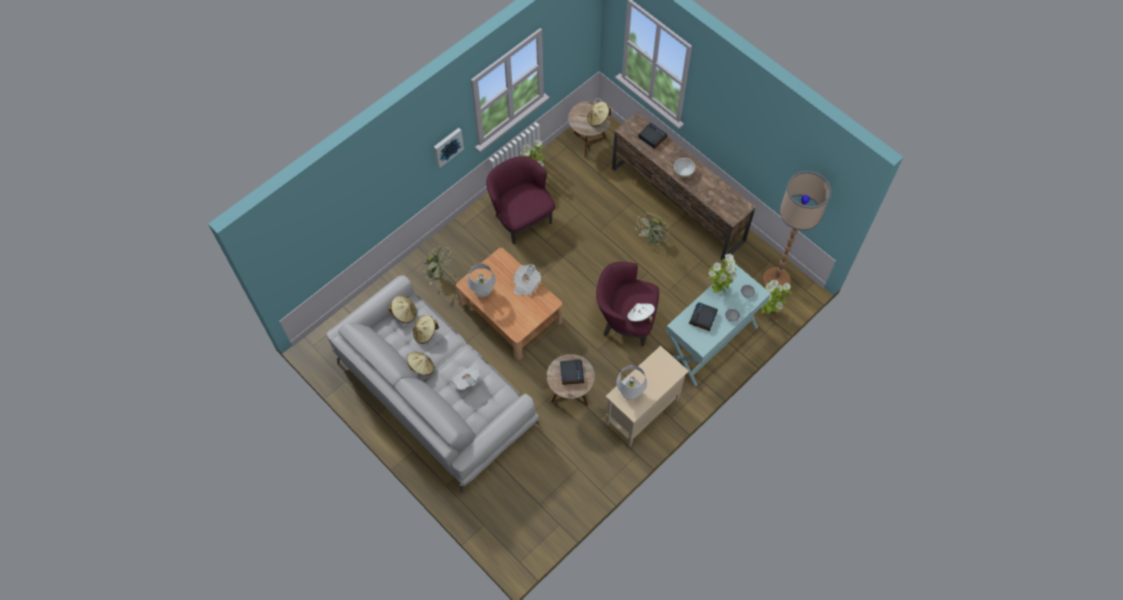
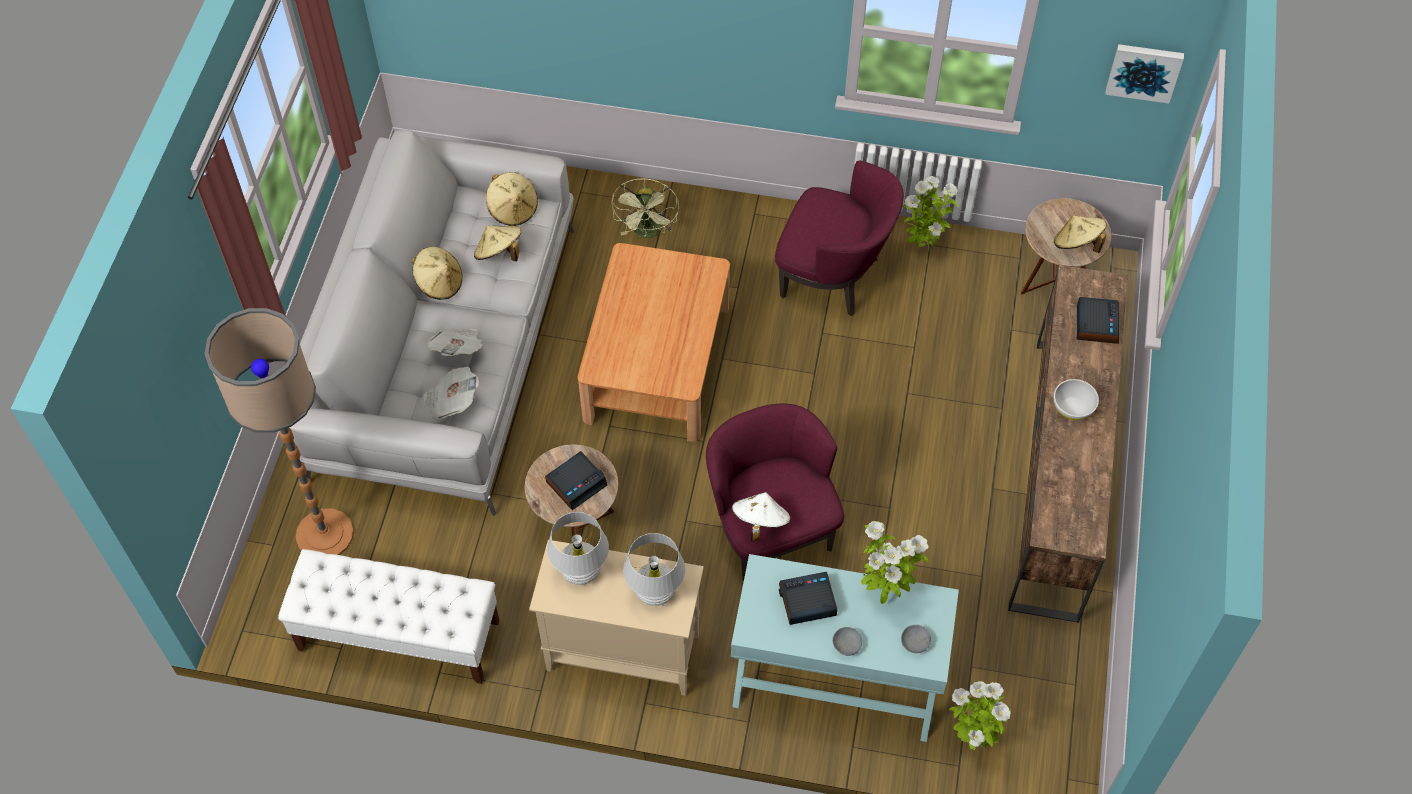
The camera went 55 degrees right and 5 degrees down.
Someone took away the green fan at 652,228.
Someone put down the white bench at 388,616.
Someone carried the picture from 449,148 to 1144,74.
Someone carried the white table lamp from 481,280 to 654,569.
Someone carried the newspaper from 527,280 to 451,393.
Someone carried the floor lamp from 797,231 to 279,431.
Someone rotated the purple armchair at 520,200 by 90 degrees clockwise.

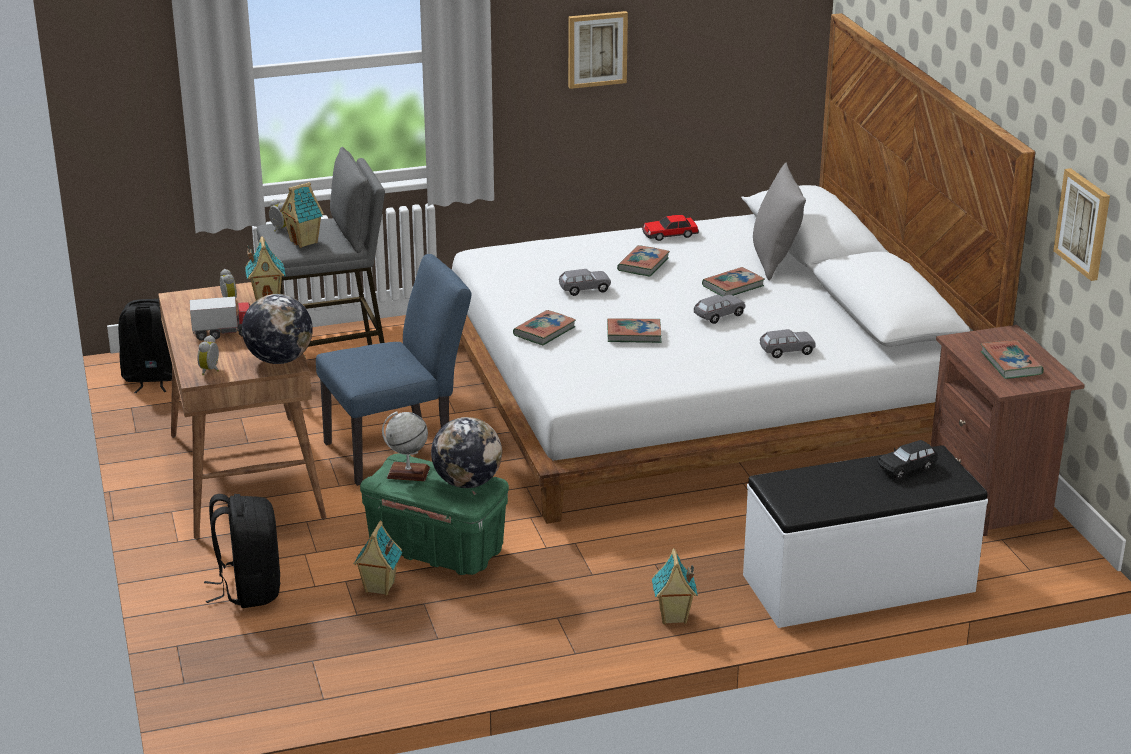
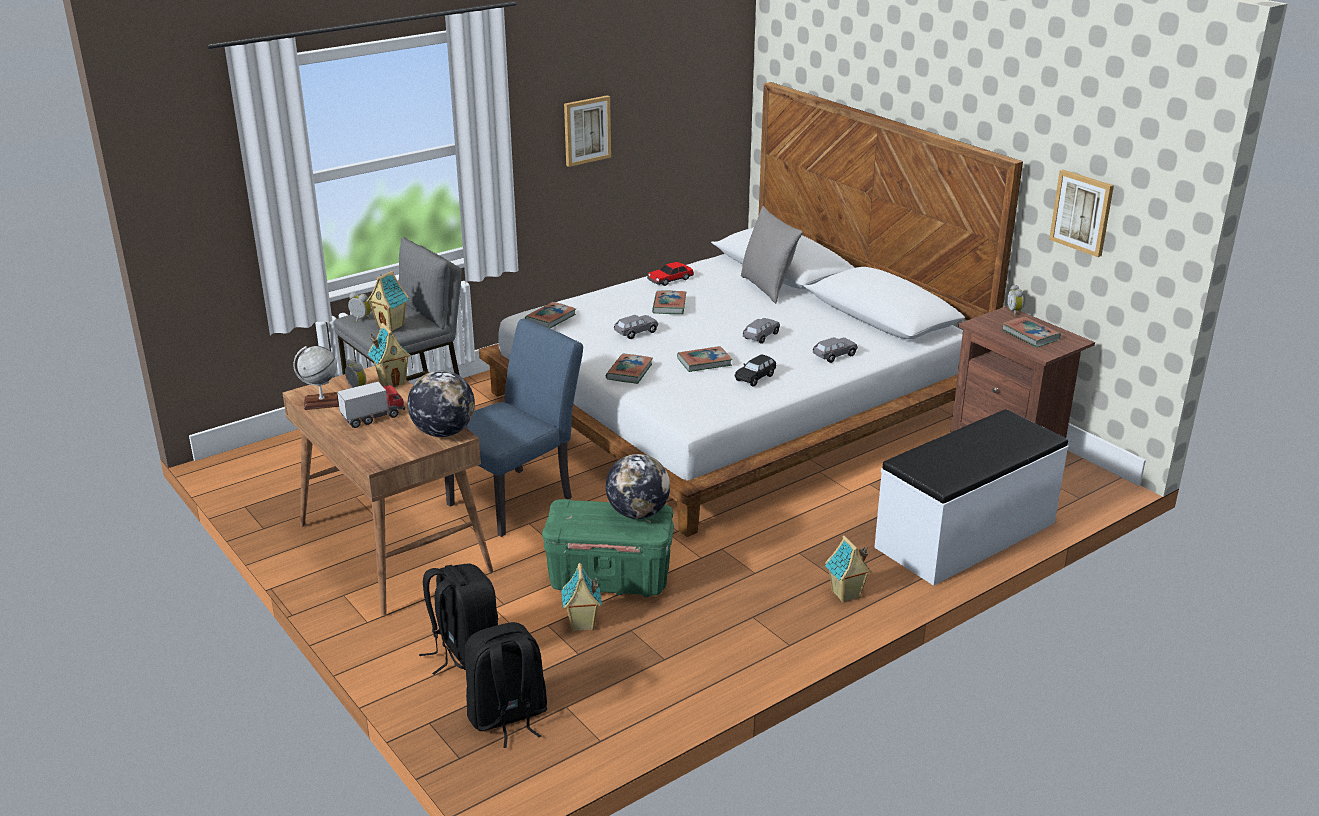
The camera went 20 degrees left and 0 degrees up.
Someone carried the black backpack from 145,346 to 506,685.
Someone carried the alarm clock from 208,355 to 1015,300.
Someone carried the globe from 406,446 to 316,378.
Someone carried the book from 733,281 to 550,315.
Someone carried the black toy car from 908,460 to 755,370.

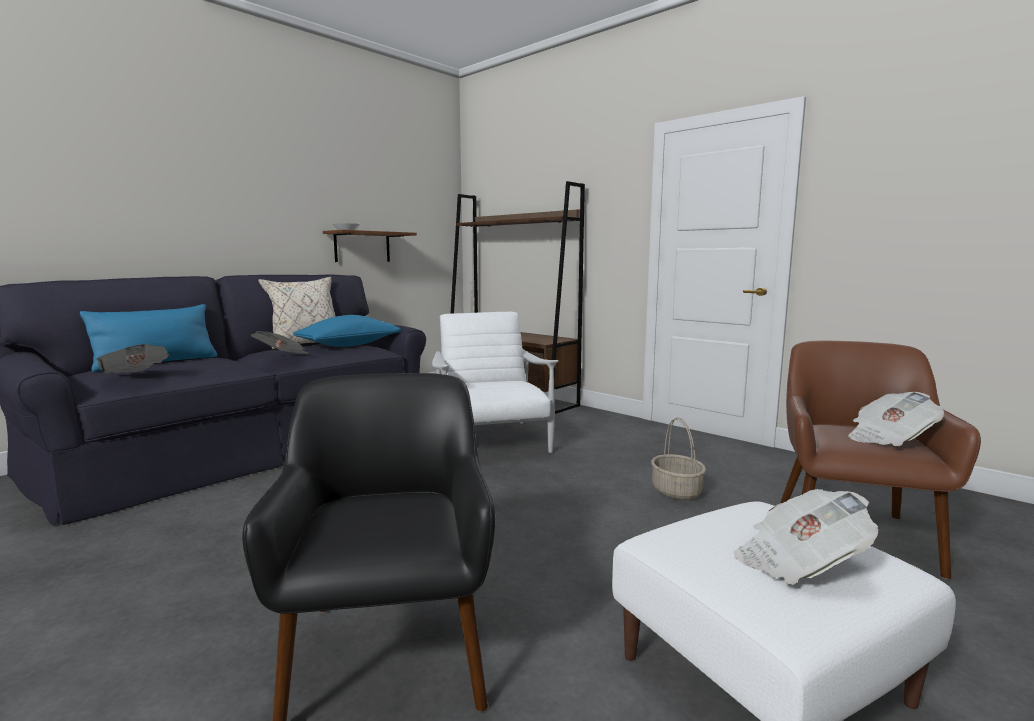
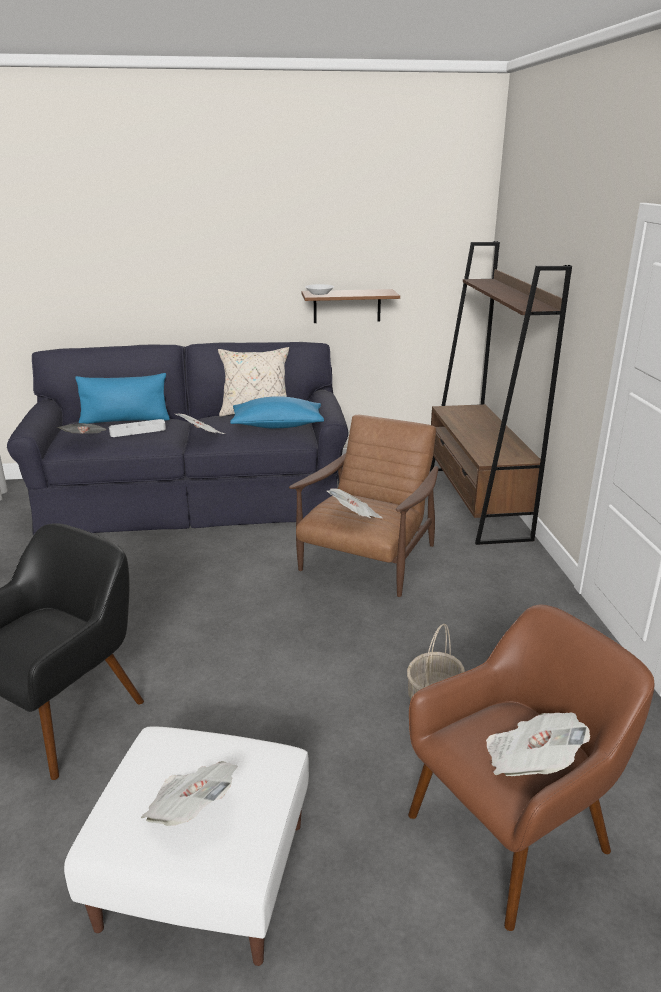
The camera went 40 degrees right and 15 degrees up.
Someone put down the grey tray at 137,428.
Someone put down the newspaper at 355,503.
Someone repainted the white armchair at 495,382, which became the brown armchair at 363,506.

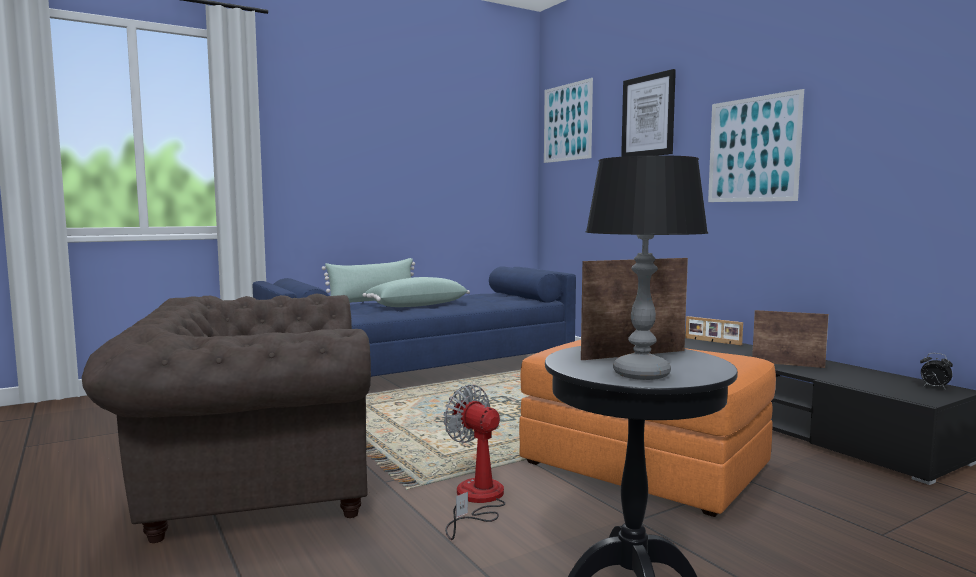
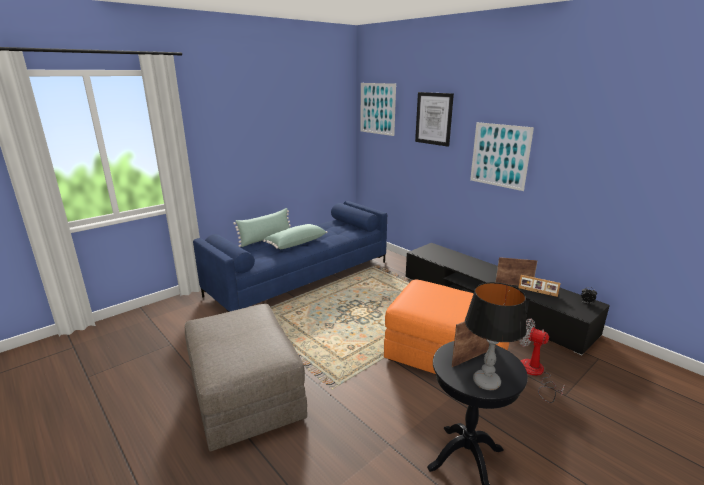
The camera went 10 degrees left and 15 degrees up.
Someone carried the fan from 475,462 to 542,360.
Someone carried the picture frame from 714,331 to 540,286.
Someone swapped the brown armchair at 226,418 for the grey ottoman at 246,378.

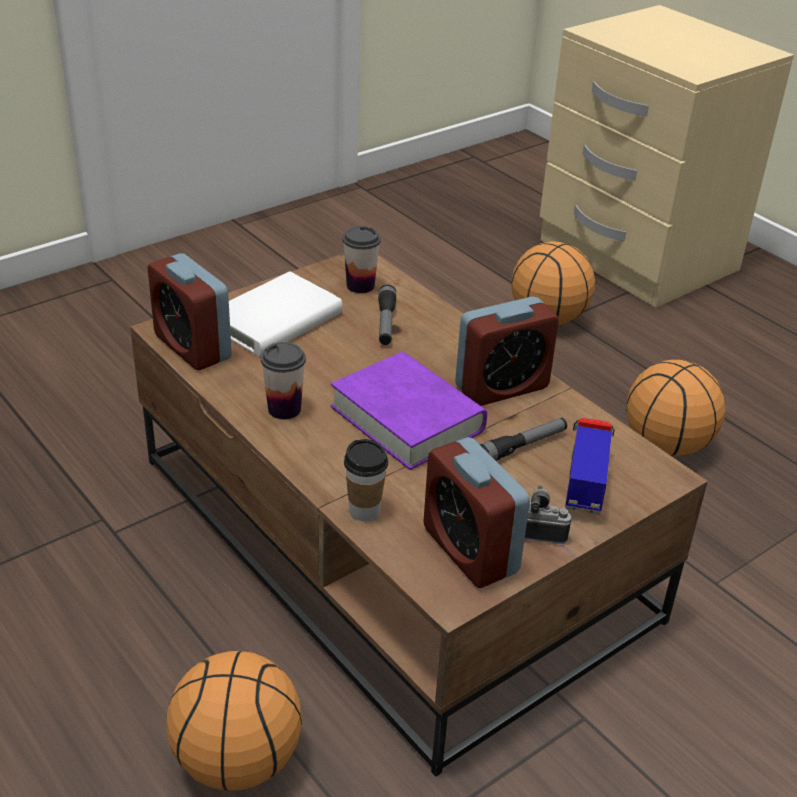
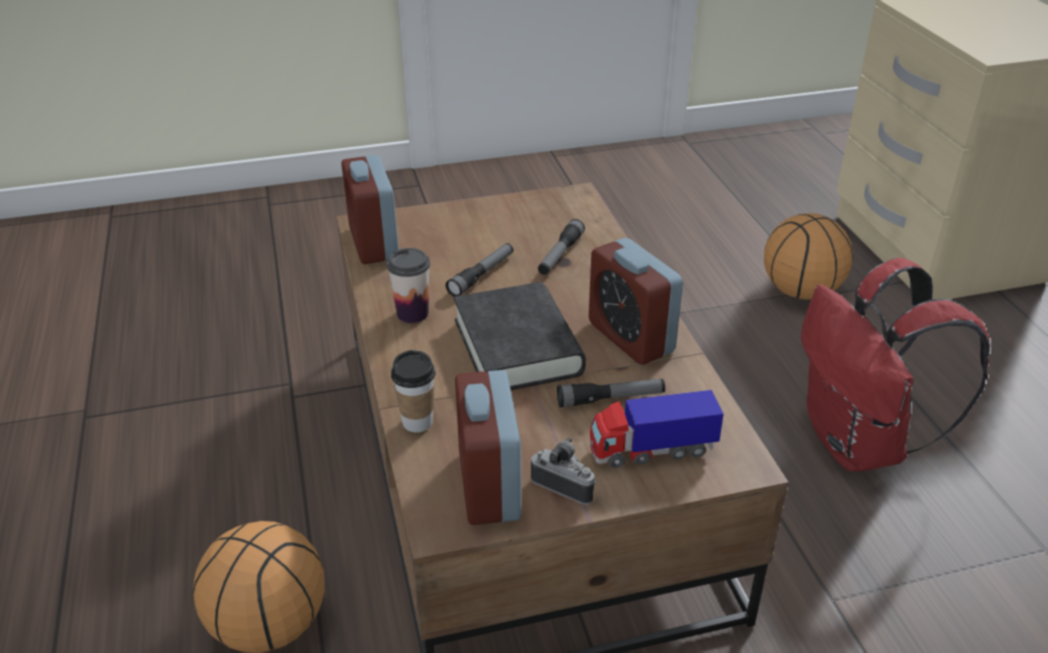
The camera went 25 degrees right and 0 degrees up.
Someone took away the white book at 286,314.
Someone took away the cup at 362,259.
Someone put down the flashlight at 479,270.
Someone swapped the basketball at 675,408 for the red backpack at 895,365.
Someone repainted the purple book at 409,411, which became the black book at 520,336.
Someone rotated the alarm clock at 507,351 by 60 degrees clockwise.
Someone rotated the toy truck at 590,466 by 135 degrees counterclockwise.

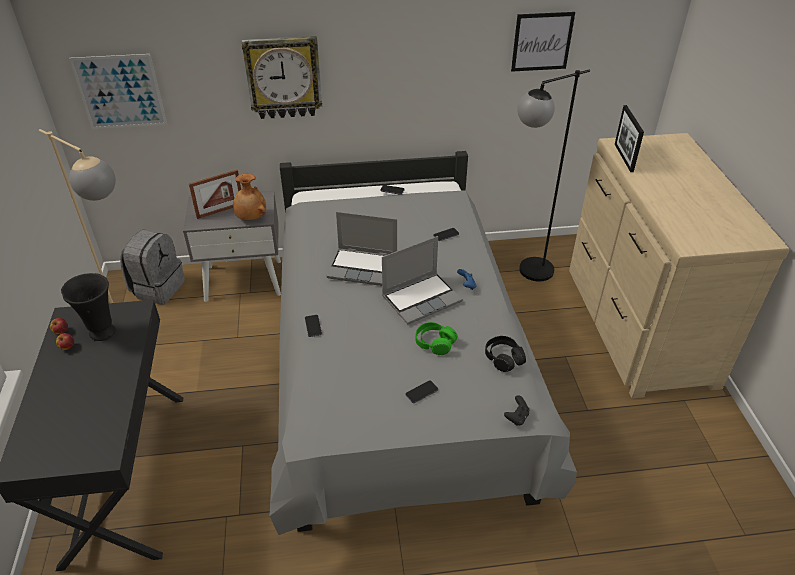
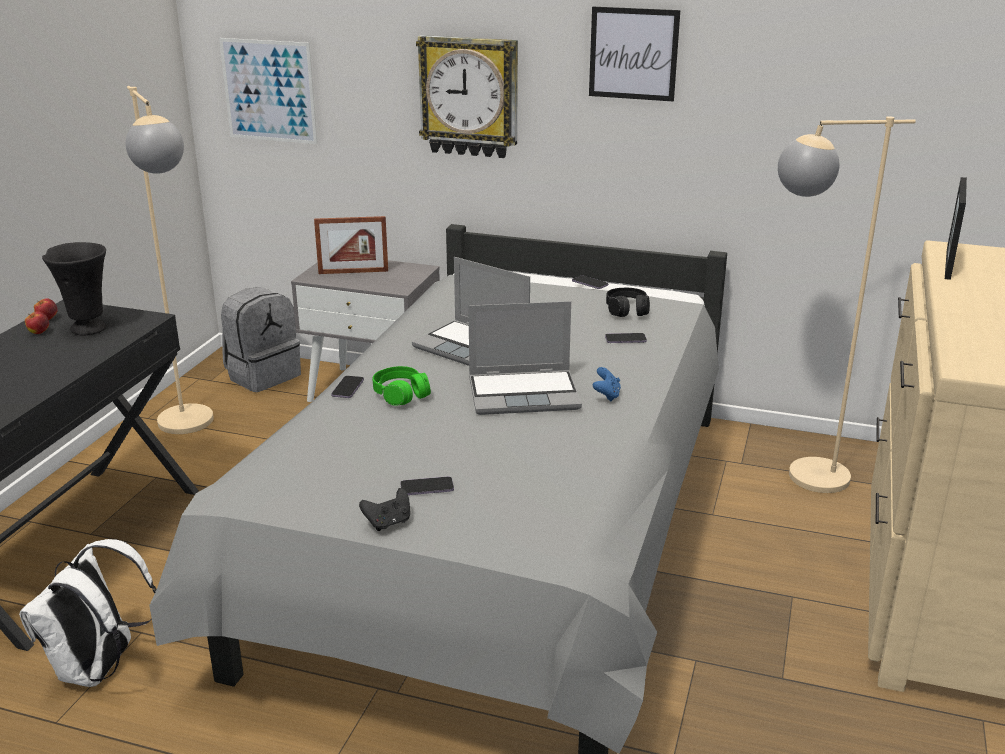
The camera went 25 degrees right and 15 degrees down.
Someone took away the brown vase at 249,197.
Someone put down the white backpack at 88,613.
Someone carried the green headphones from 436,338 to 401,385.
Someone carried the black headphones from 505,354 to 628,302.
Someone carried the black game controller from 517,410 to 384,509.
Someone carried the picture from 543,42 to 634,54.
Someone repainted the black floor lamp at 553,175, which became the beige floor lamp at 847,304.

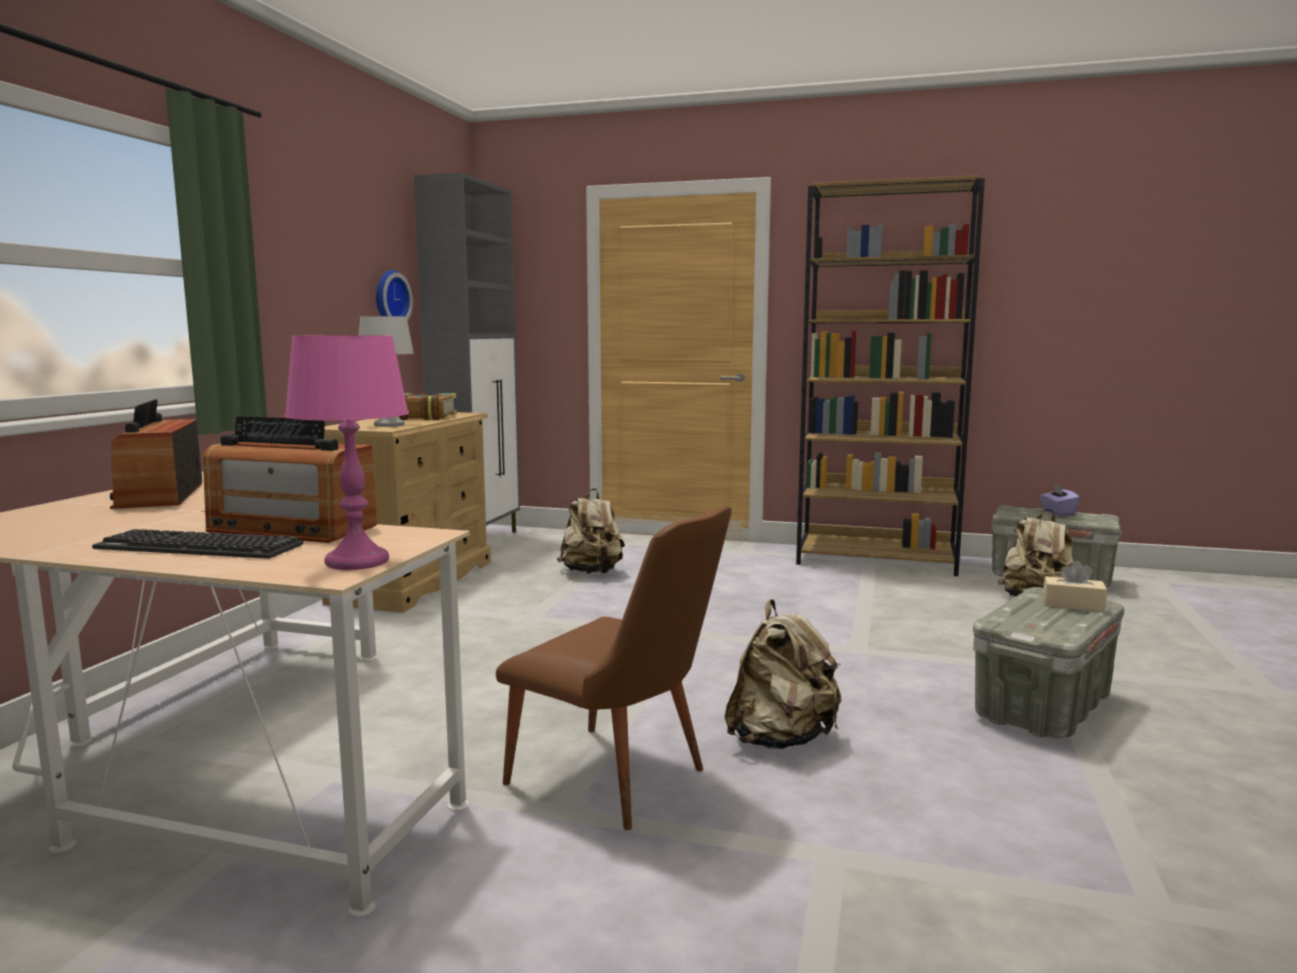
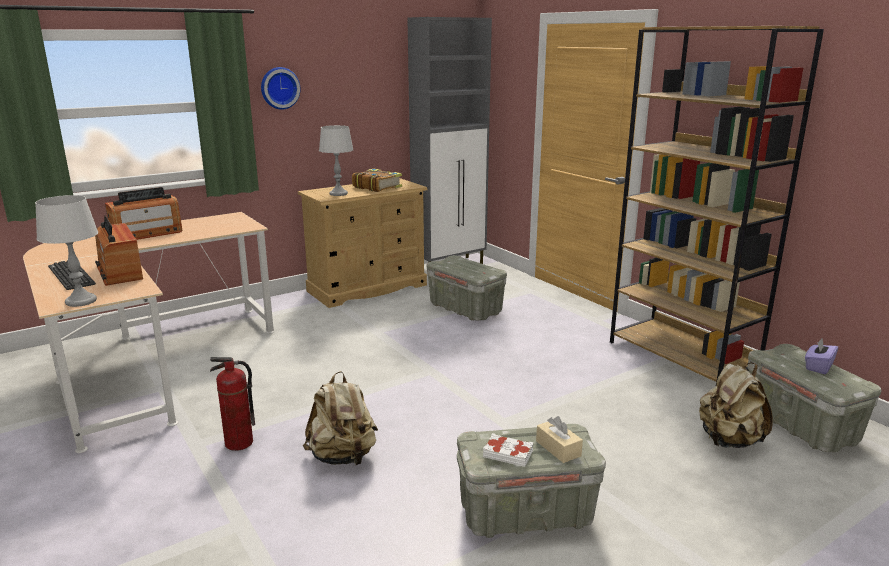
The camera went 40 degrees right and 10 degrees up.
Someone put down the white book at 508,450.
Someone carried the wall clock from 394,295 to 281,88.
Someone swapped the brown chair at 614,668 for the fire extinguisher at 232,404.
Someone swapped the beige backpack at 591,531 for the grey storage box at 466,288.
Someone repainted the pink table lamp at 347,452, which became the grey table lamp at 66,251.
Someone rotated the radio at 156,454 by 150 degrees counterclockwise.

